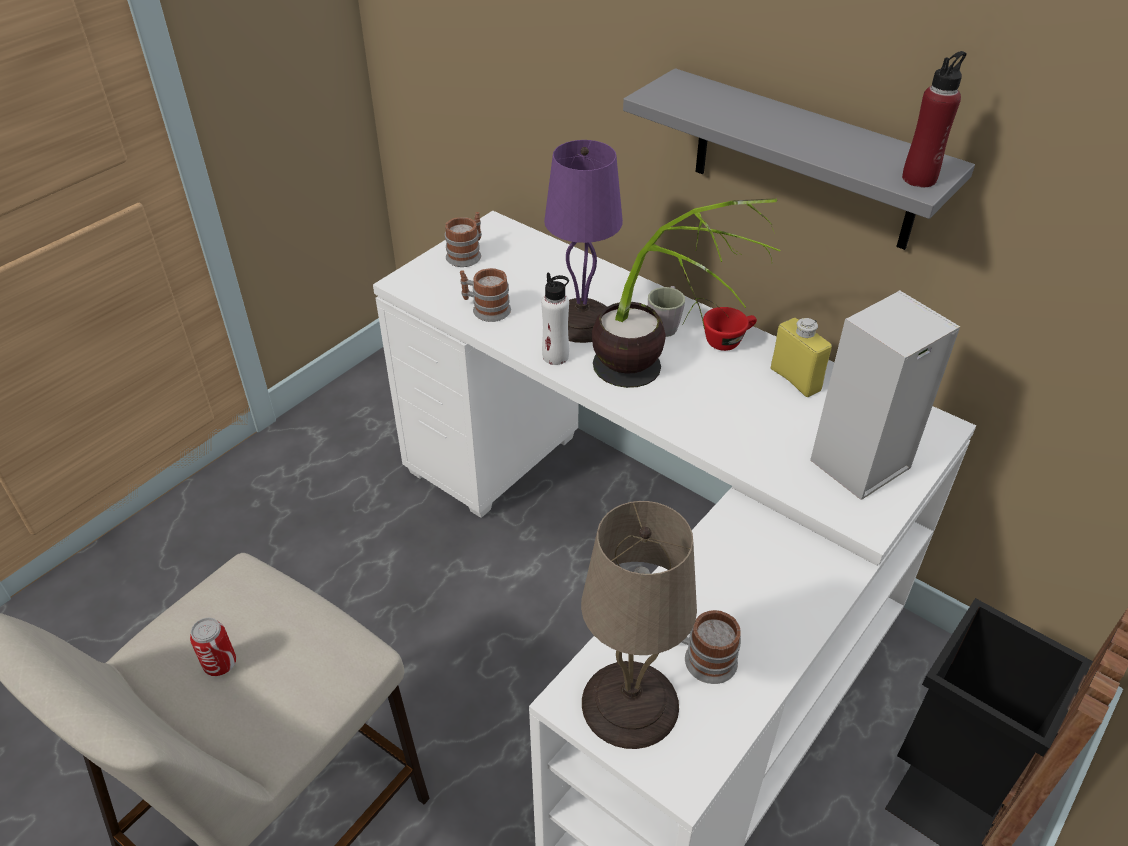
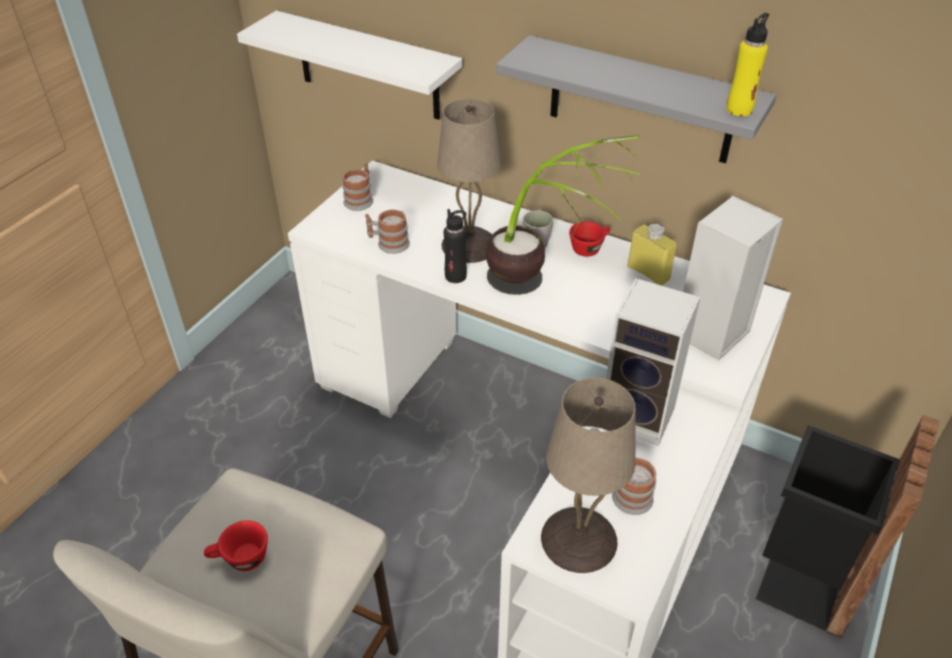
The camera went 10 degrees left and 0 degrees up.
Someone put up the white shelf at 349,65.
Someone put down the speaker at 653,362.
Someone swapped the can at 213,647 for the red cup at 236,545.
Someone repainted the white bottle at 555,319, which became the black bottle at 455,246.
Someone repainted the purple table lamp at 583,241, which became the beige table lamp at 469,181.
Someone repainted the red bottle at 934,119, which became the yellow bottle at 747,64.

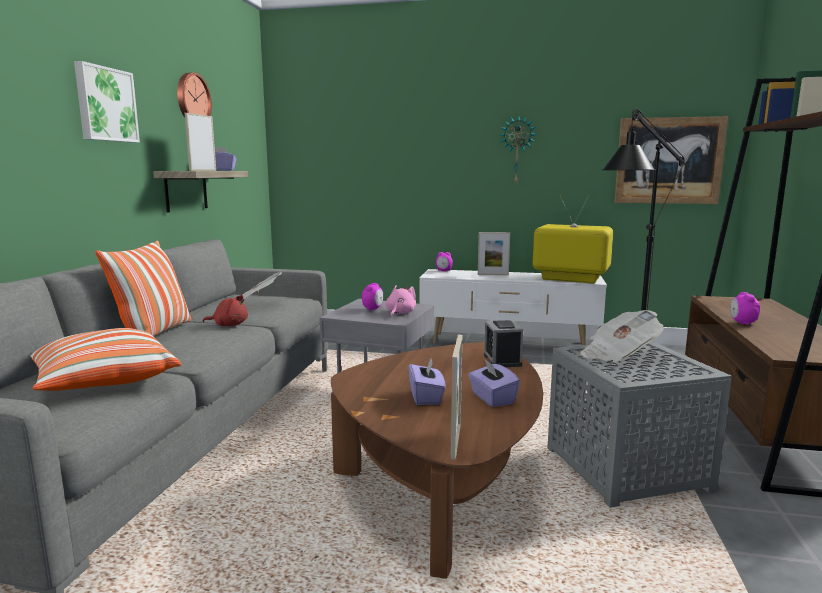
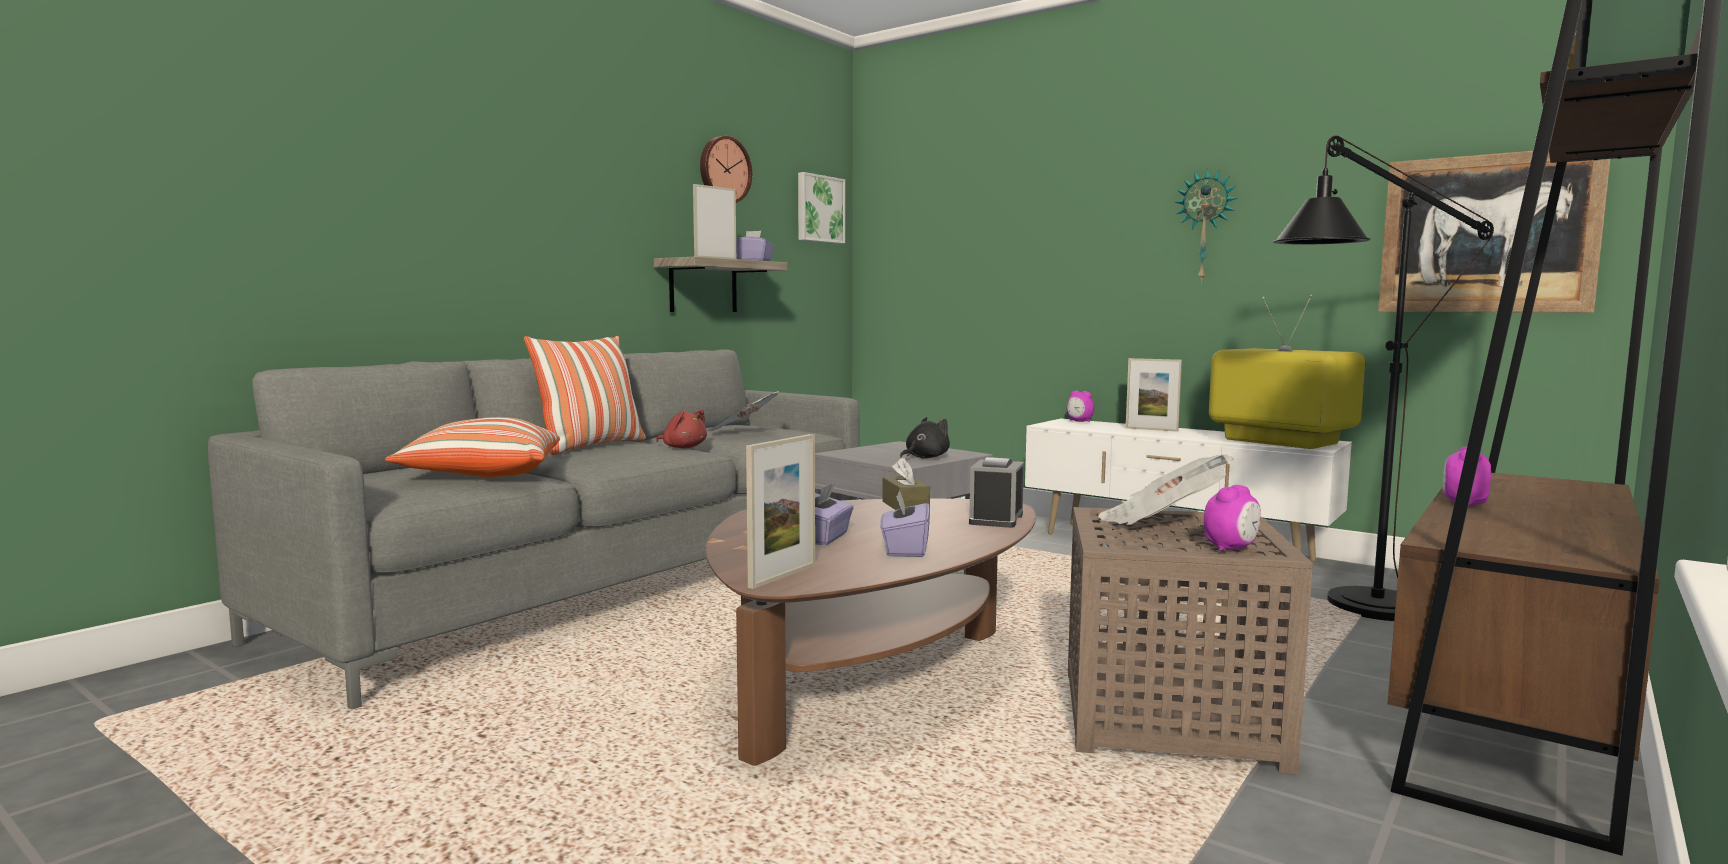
The camera went 25 degrees right and 5 degrees down.
Someone put down the brown tissue box at 906,483.
Someone carried the picture from 107,102 to 821,208.
Someone carried the alarm clock from 372,296 to 1232,518.
Someone repainted the pink plush toy at 400,300, which became the black plush toy at 925,437.
Someone repainted the grey side table at 639,424, which became the brown side table at 1190,640.

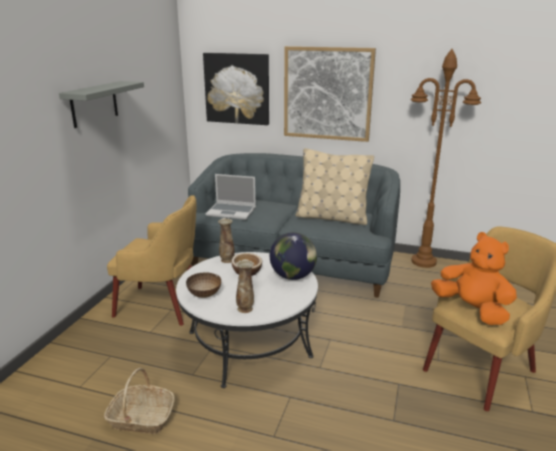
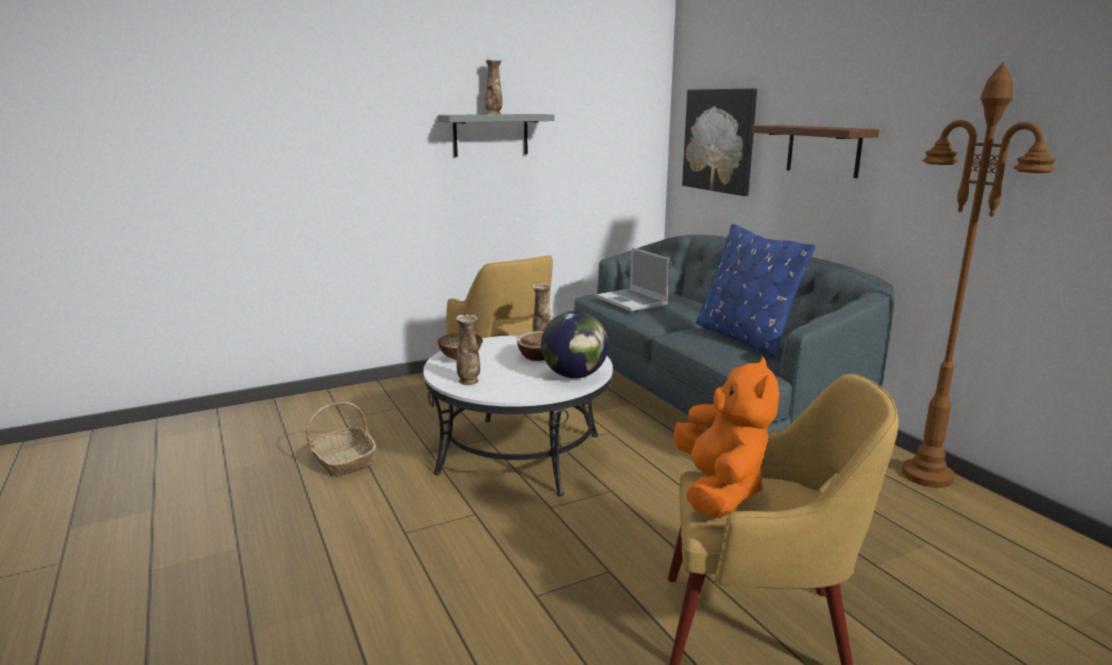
The camera went 45 degrees right and 5 degrees down.
Someone put down the vase at 493,87.
Someone swapped the picture at 330,94 for the brown shelf at 815,151.
Someone repainted the beige pillow at 334,186, which became the blue pillow at 756,290.

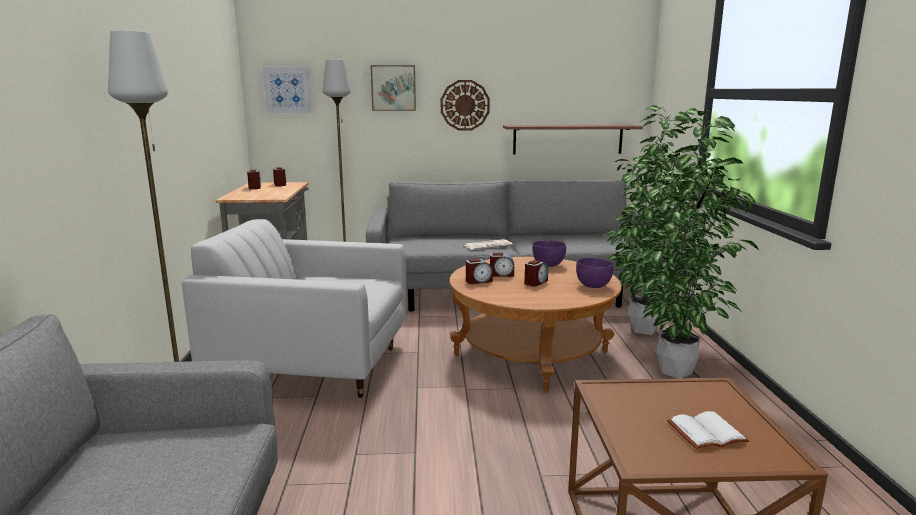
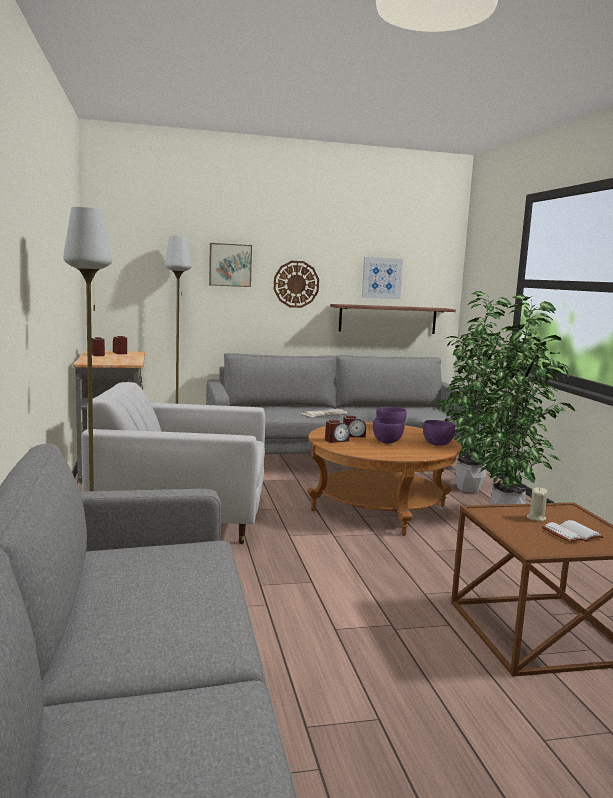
The camera went 10 degrees left and 5 degrees down.
Someone put down the beige candle at 537,504.
Someone carried the picture from 287,90 to 382,278.
Someone swapped the alarm clock at 536,273 for the purple bowl at 389,430.

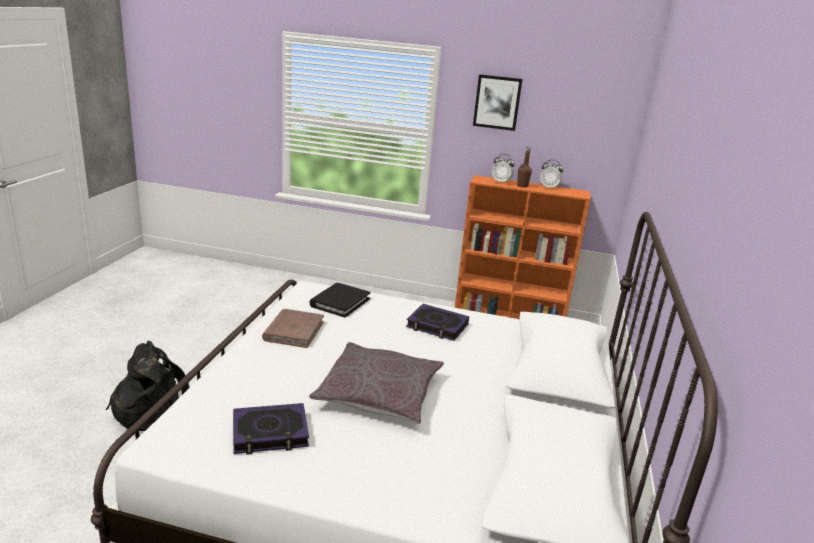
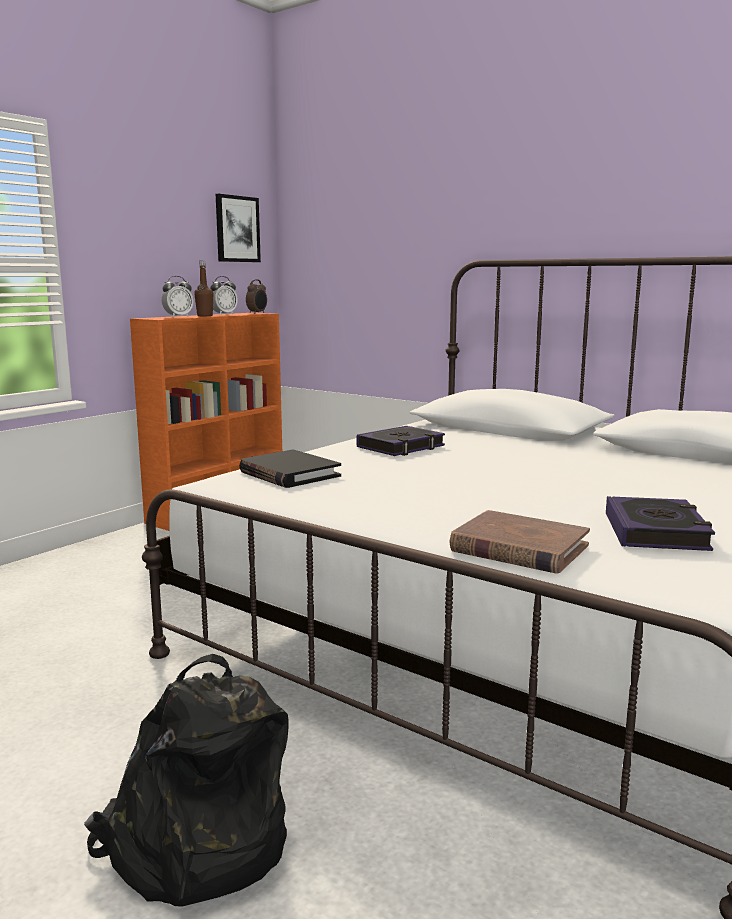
The camera went 65 degrees left and 10 degrees down.
Someone took away the grey pillow at 376,383.
Someone put down the alarm clock at 256,296.
Someone carried the brown book from 293,328 to 519,542.
Someone carried the picture from 498,102 to 238,228.

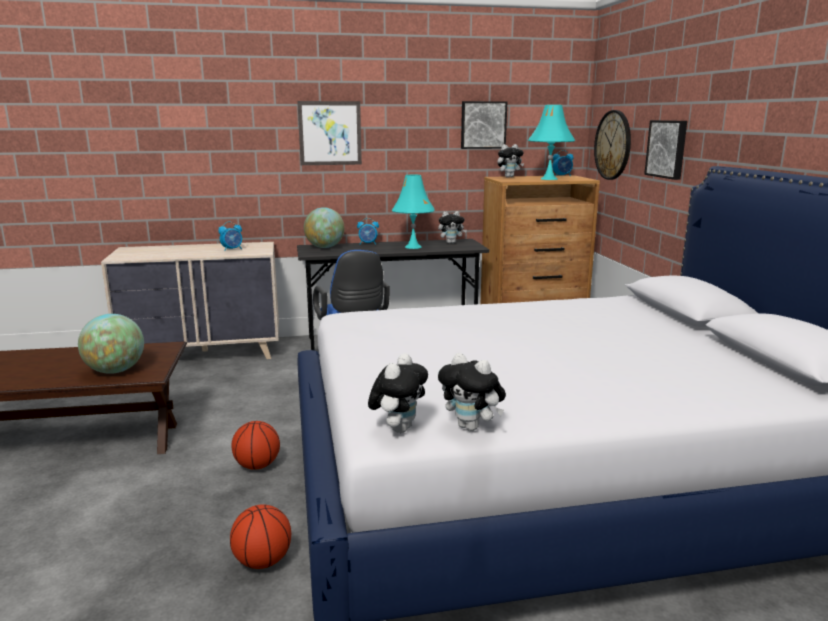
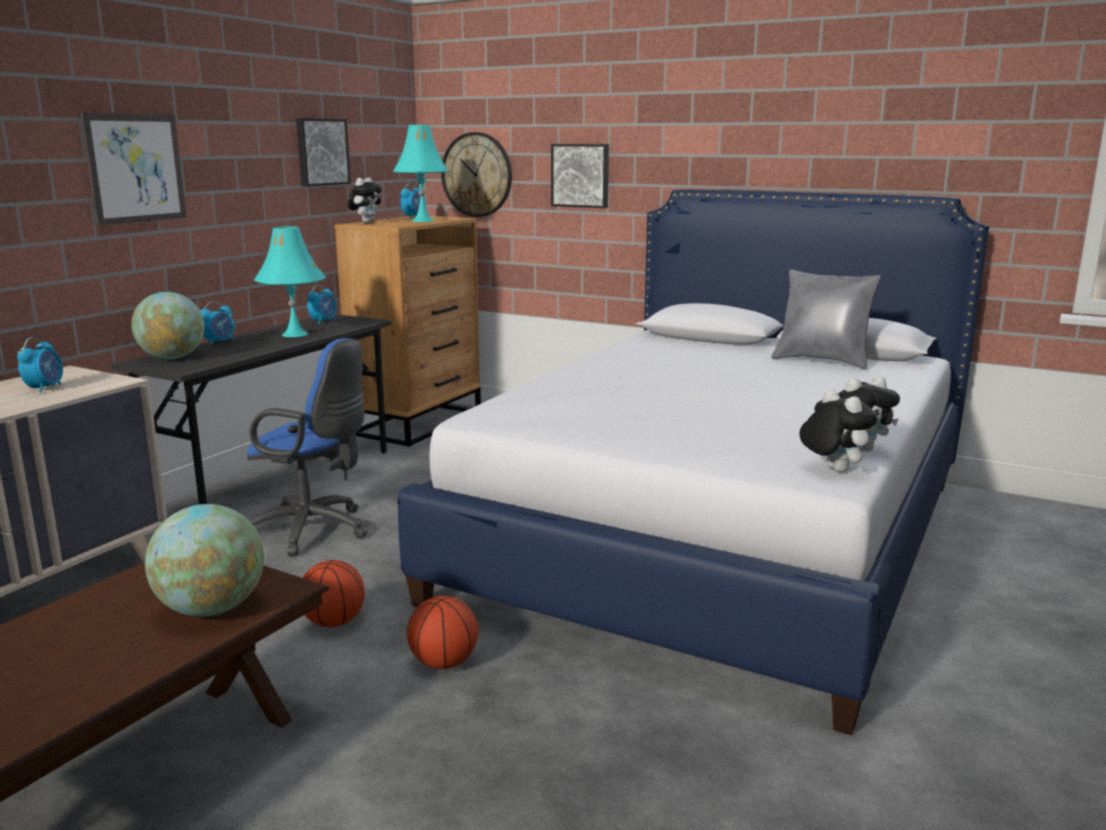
The camera went 50 degrees left and 0 degrees up.
Someone put down the grey pillow at 826,319.
Someone carried the basketball from 260,537 to 334,593.
Someone swapped the plush toy at 452,227 for the alarm clock at 322,304.

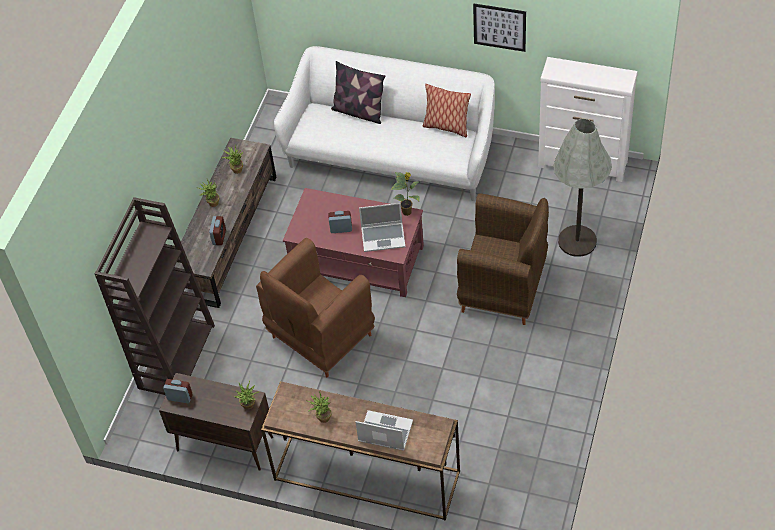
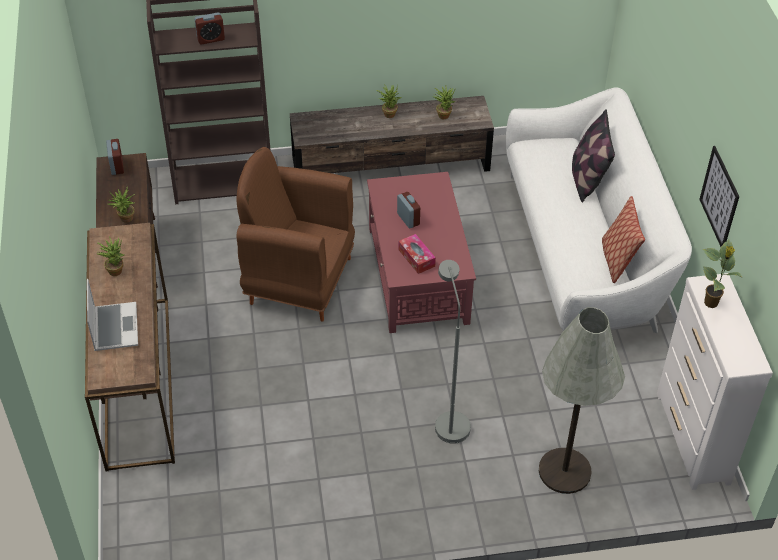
The camera went 60 degrees right and 5 degrees down.
Someone carried the alarm clock from 217,230 to 210,28.
Someone carried the potted plant from 405,194 to 722,273.
Someone swapped the laptop at 382,227 for the tissue box at 417,254.
Someone swapped the brown armchair at 503,259 for the grey floor lamp at 453,352.

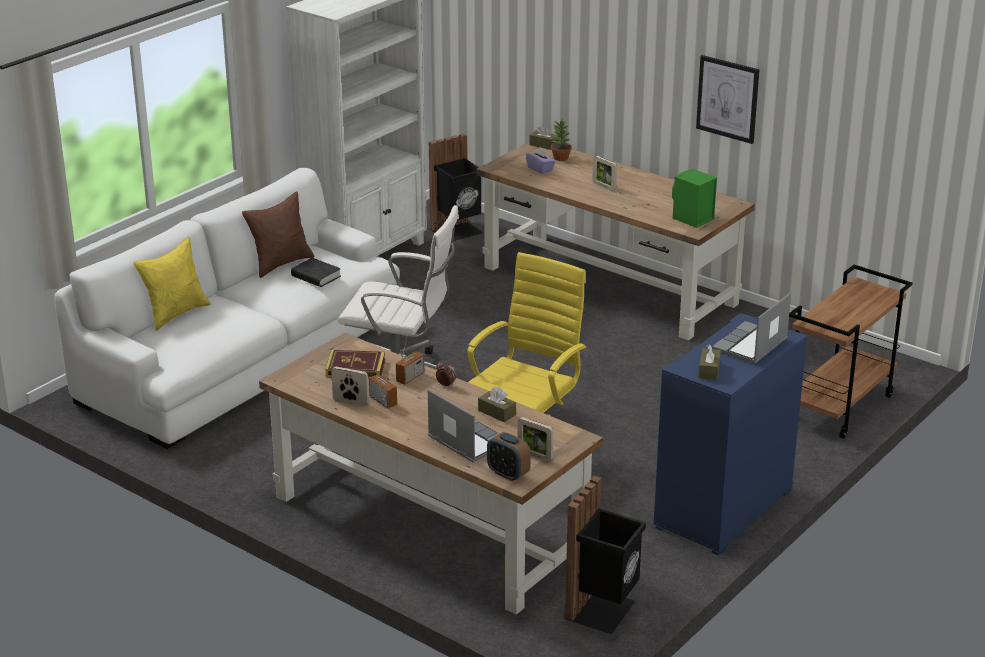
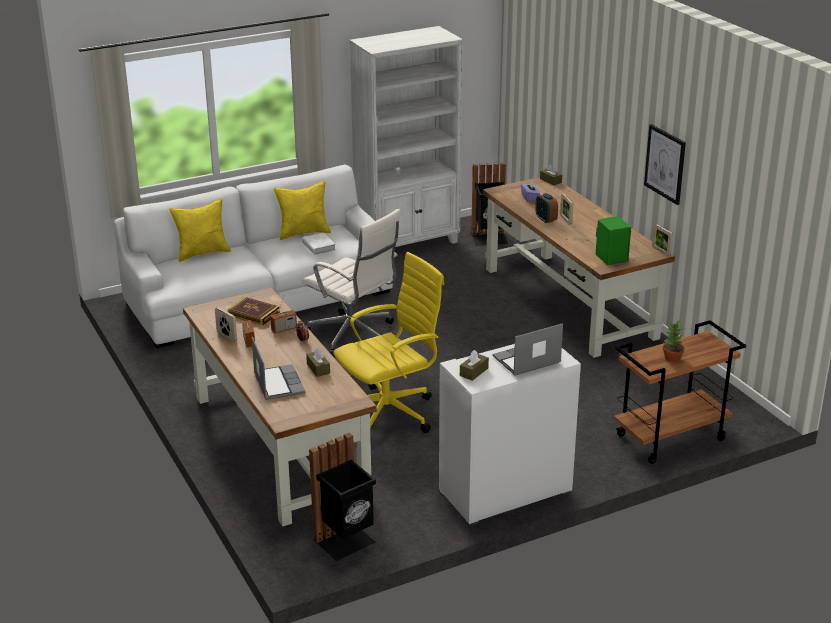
The camera went 25 degrees right and 0 degrees up.
Someone carried the alarm clock from 509,457 to 546,208.
Someone carried the picture frame from 535,439 to 662,240.
Someone carried the potted plant from 561,139 to 674,341.
Someone repainted the brown pillow at 278,234, which became the yellow pillow at 302,210.
Someone repainted the black book at 316,272, which became the white book at 319,243.
Someone repainted the blue cabinet at 730,434, which became the white cabinet at 510,435.

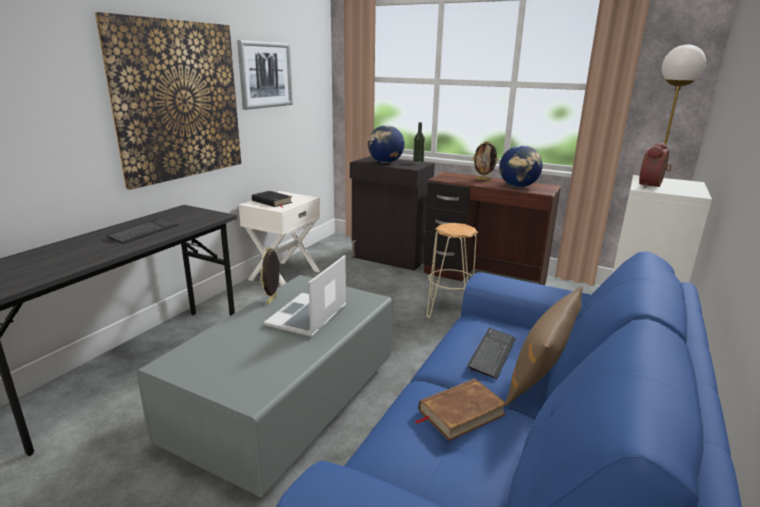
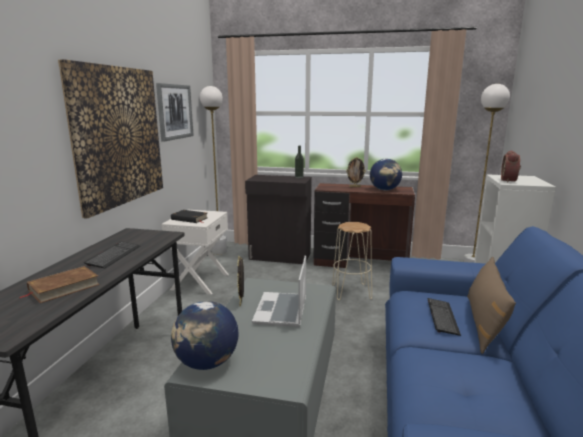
The camera went 15 degrees left and 5 degrees down.
Someone put down the white floor lamp at 213,170.
Someone carried the globe from 386,144 to 205,335.
Someone carried the brown book from 460,410 to 60,284.

